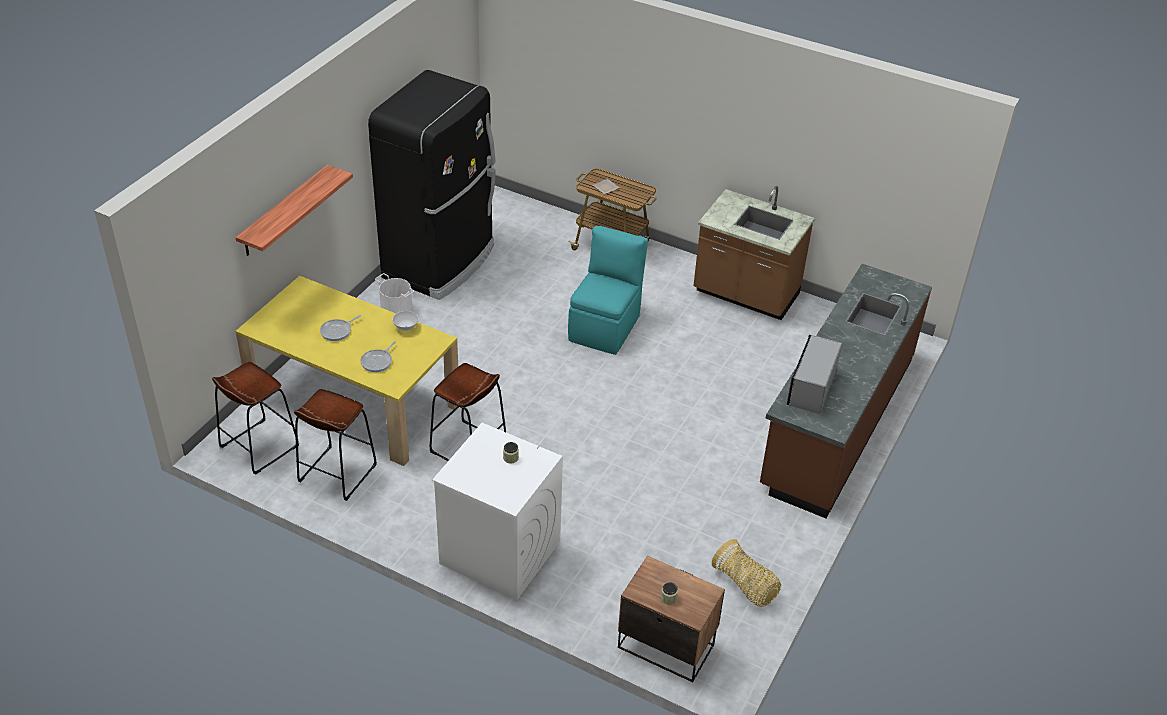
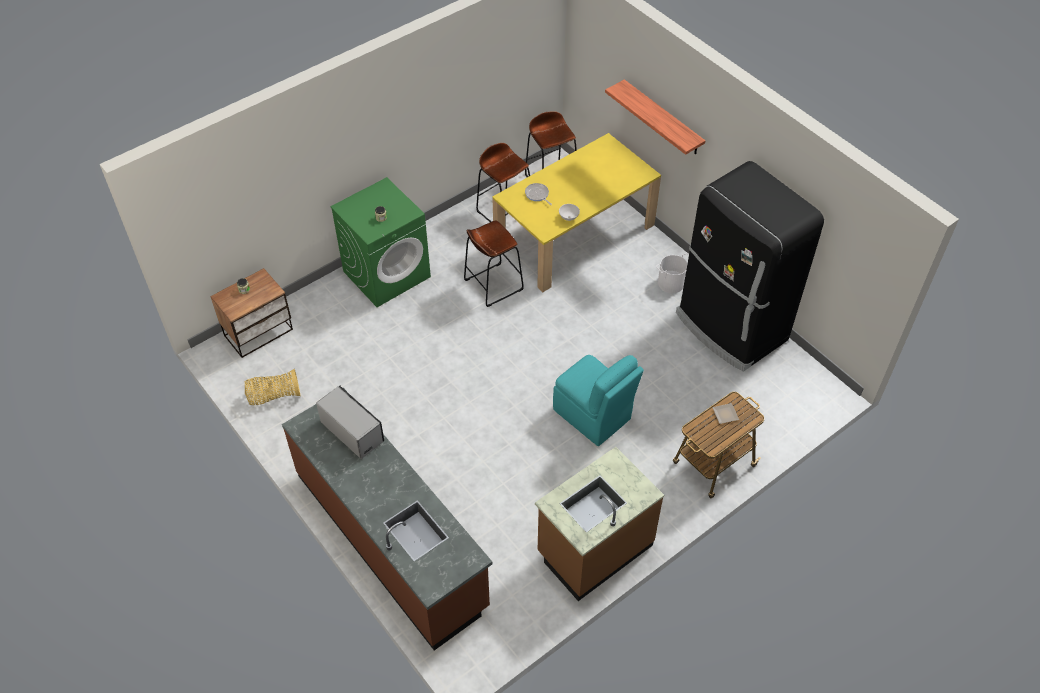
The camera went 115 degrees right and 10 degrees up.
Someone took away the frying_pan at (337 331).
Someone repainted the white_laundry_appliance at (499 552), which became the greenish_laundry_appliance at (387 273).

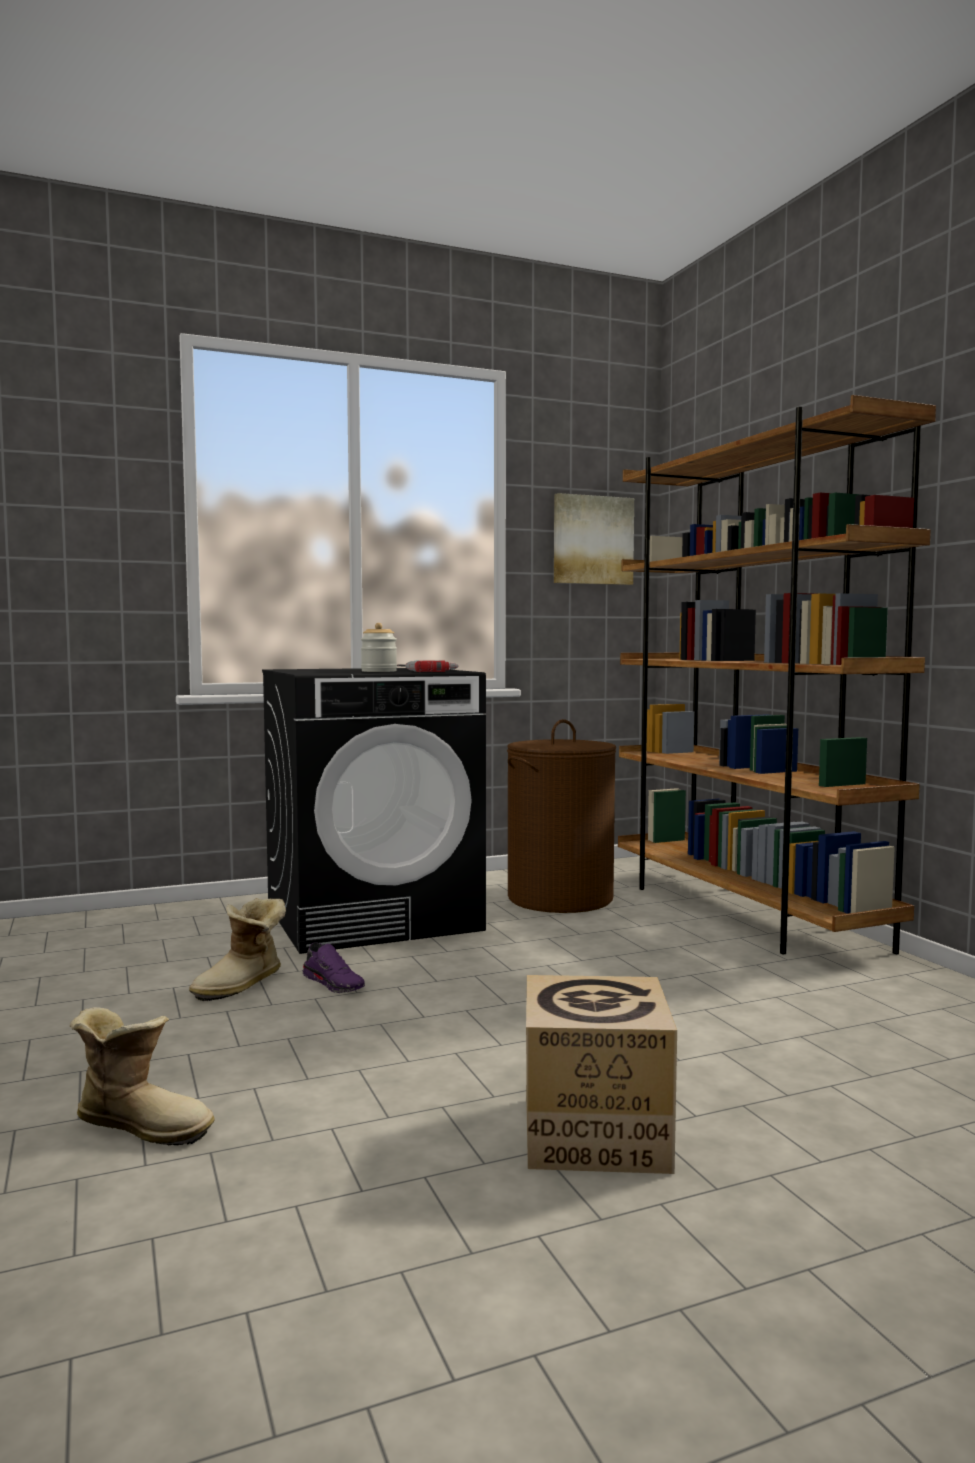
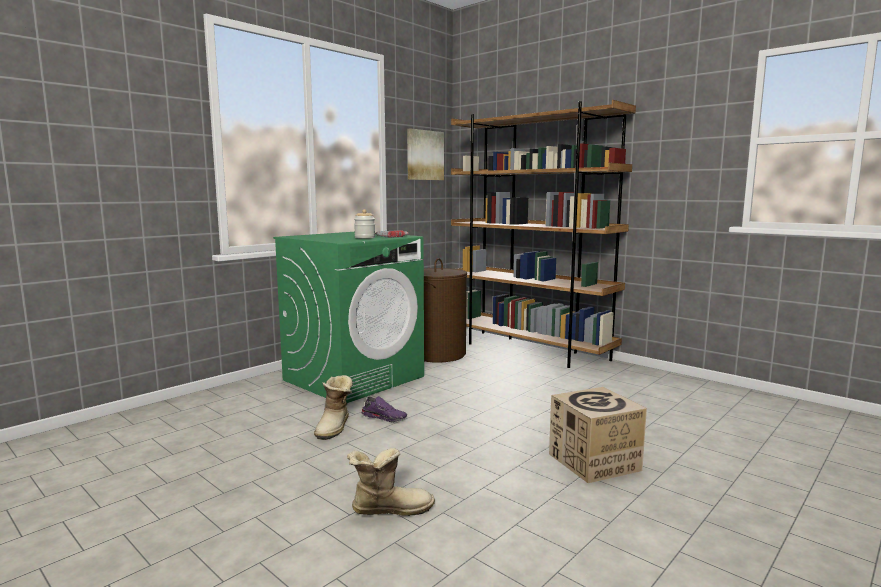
The camera went 25 degrees left and 5 degrees up.
Someone repainted the blackish_laundry_appliance at (373 917), which became the greenish_laundry_appliance at (354 378).

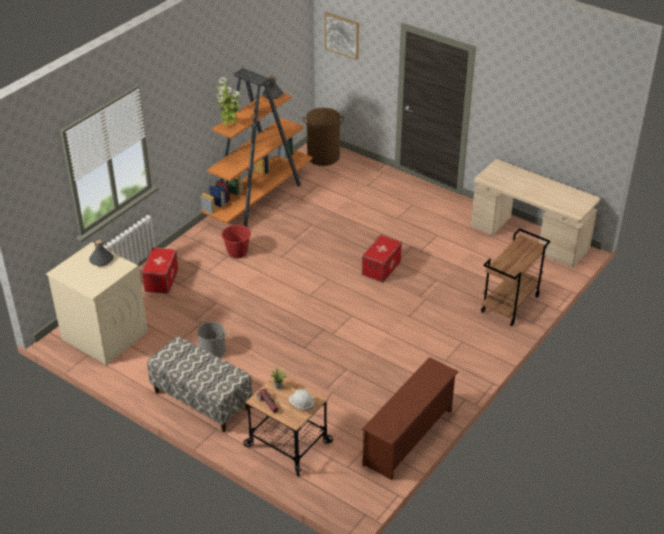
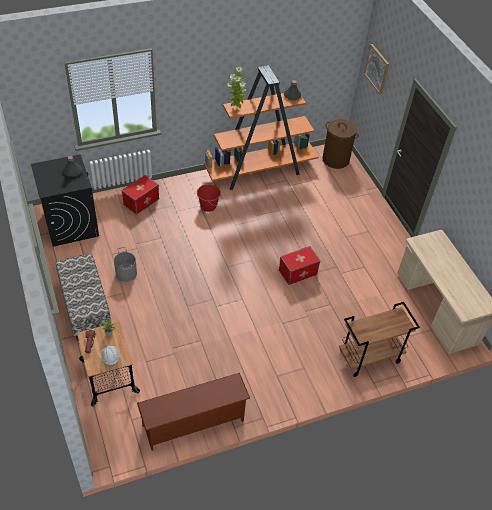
The camera went 30 degrees right and 10 degrees up.
Someone repainted the sand-coloured_laundry_appliance at (104 335), which became the blackish_laundry_appliance at (71 224).

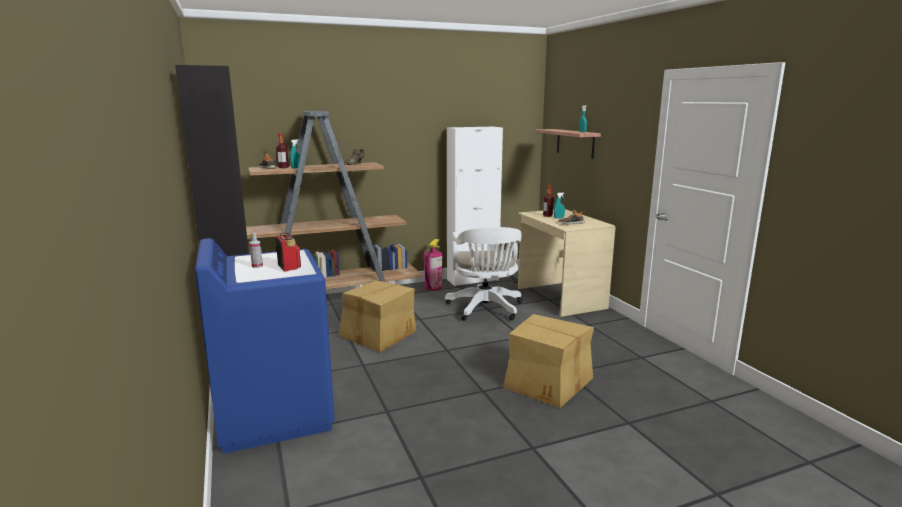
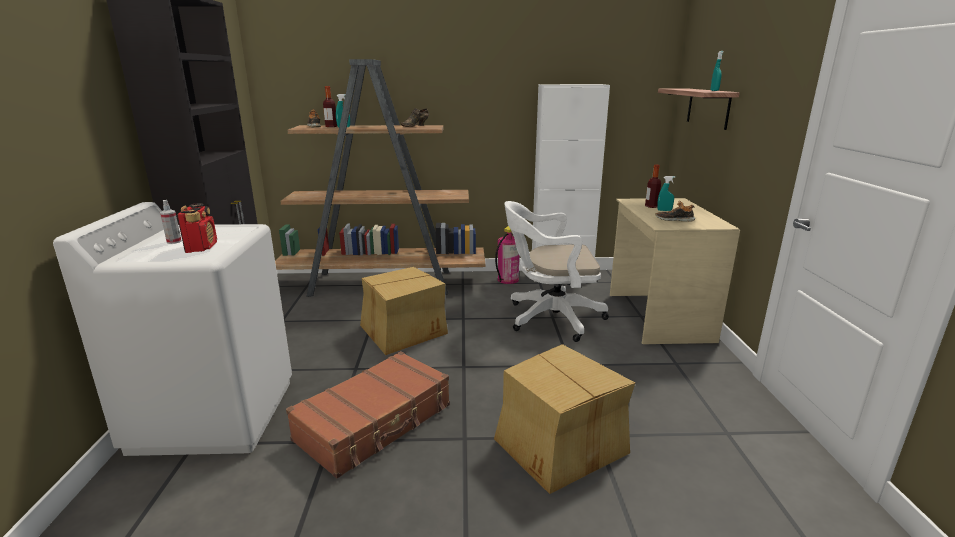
The camera went 20 degrees right and 5 degrees up.
Someone repainted the bluish_laundry_appliance at (274 413), which became the white_laundry_appliance at (215 414).
Someone rotated the white_computer_chair at (485 309) by 75 degrees clockwise.
Someone put down the brown-coloured_piece_of_luggage at (375 423).

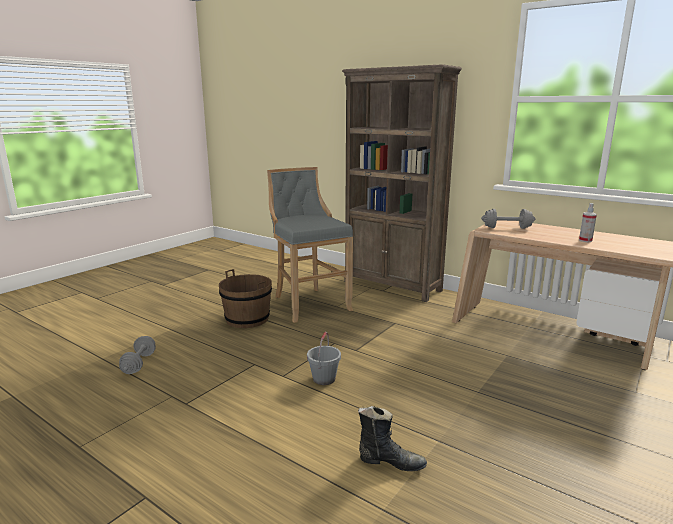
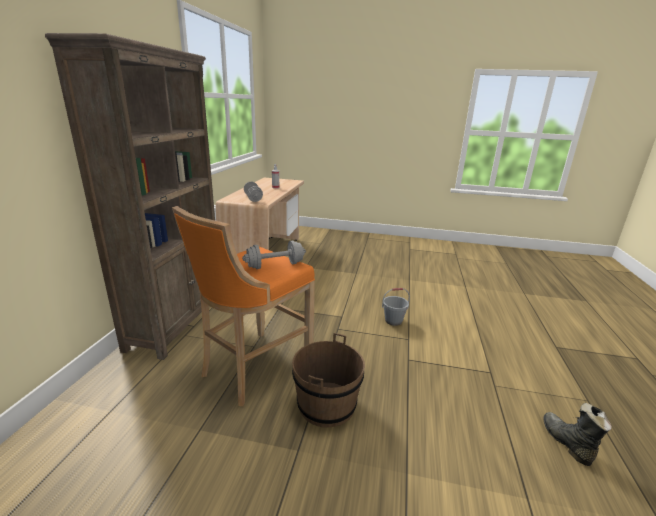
The camera went 115 degrees left and 5 degrees up.
Someone carried the greyish_dumbbell from (139 363) to (275 265).
Someone repainted the greyish_stool at (308 303), which became the orange_stool at (252 369).
Someone carried the blackish_tall_boot from (390 462) to (566 442).

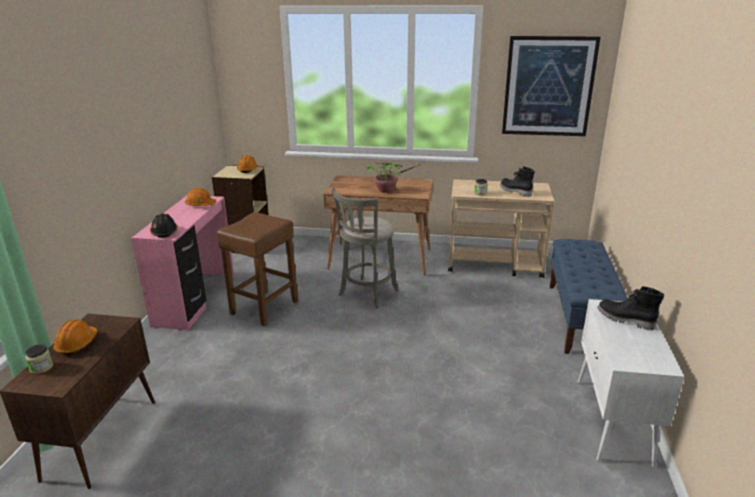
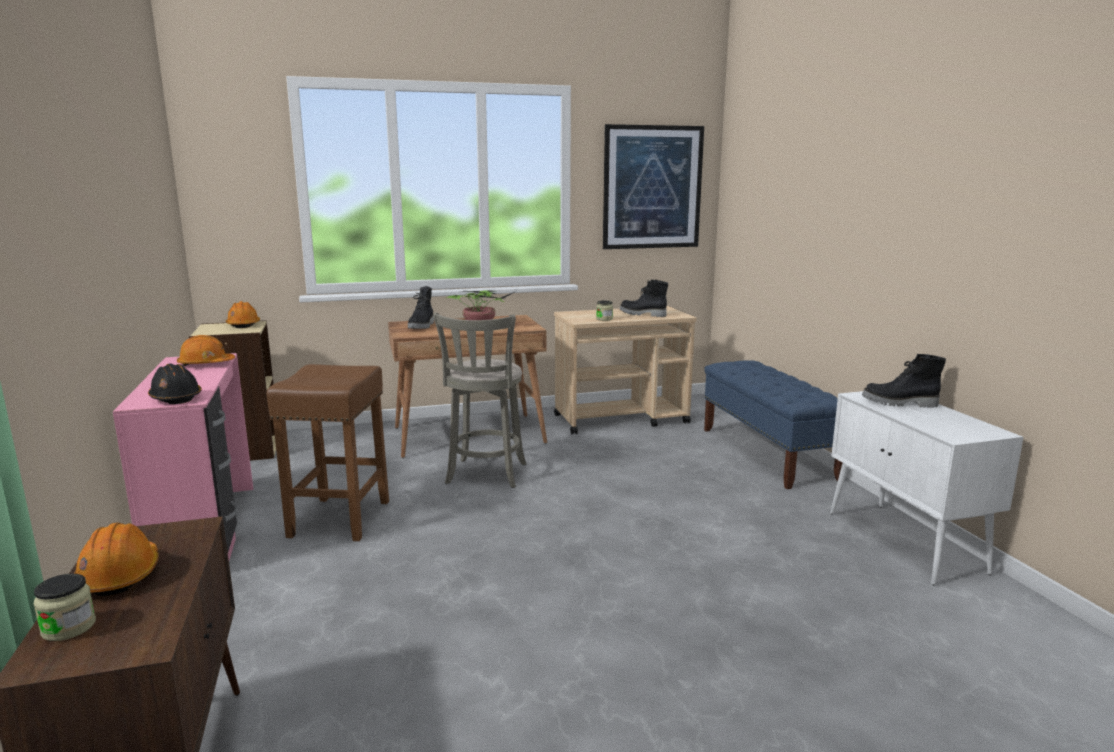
The camera went 25 degrees left and 10 degrees down.
Someone put down the blackish_tall_boot at (422 326).

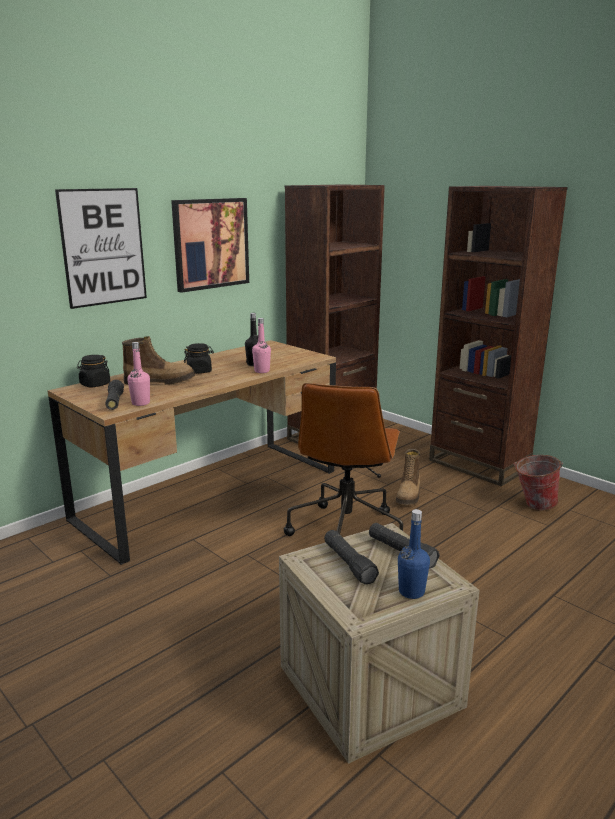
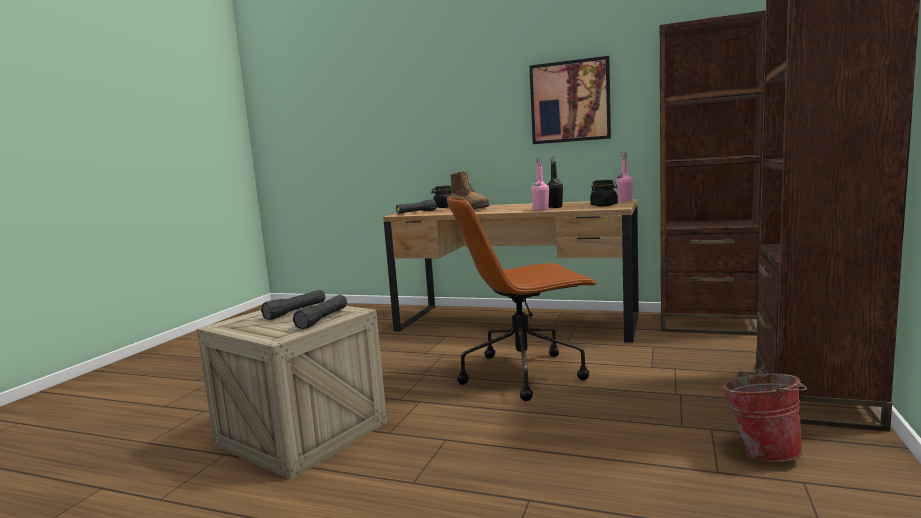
The camera went 65 degrees right and 10 degrees down.
Someone took away the wall_art at (103 247).
Someone carried the pink-coloured_beverage_bottle from (141 403) to (624 201).
Someone carried the blackish_preserve_jar from (199 371) to (604 205).
Someone took away the tall_boot at (409 495).
Someone took away the bluish_beverage_bottle at (411 591).

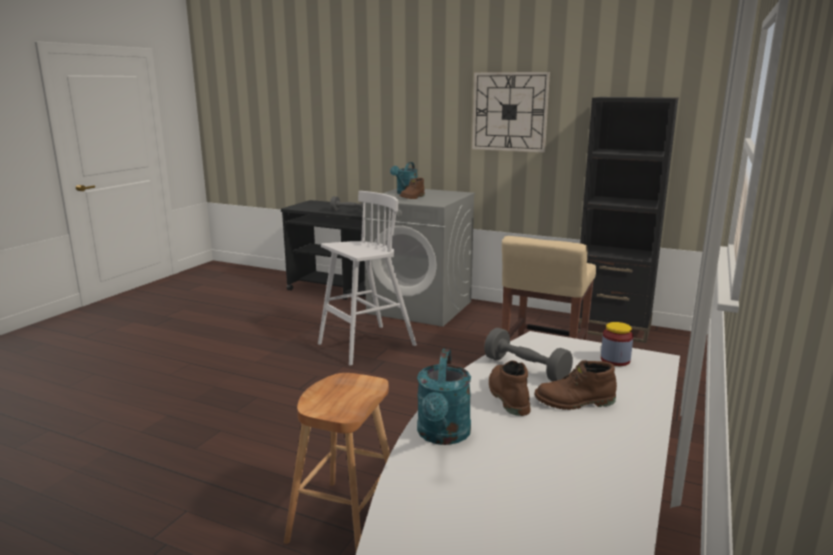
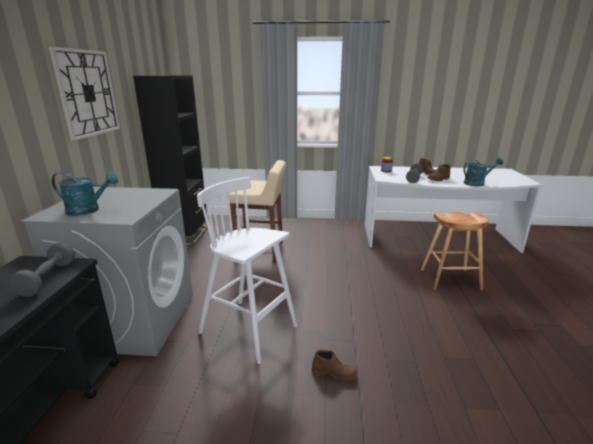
The camera went 110 degrees left and 5 degrees up.
Someone carried the brown-coloured_tall_boot from (412 197) to (334 373).

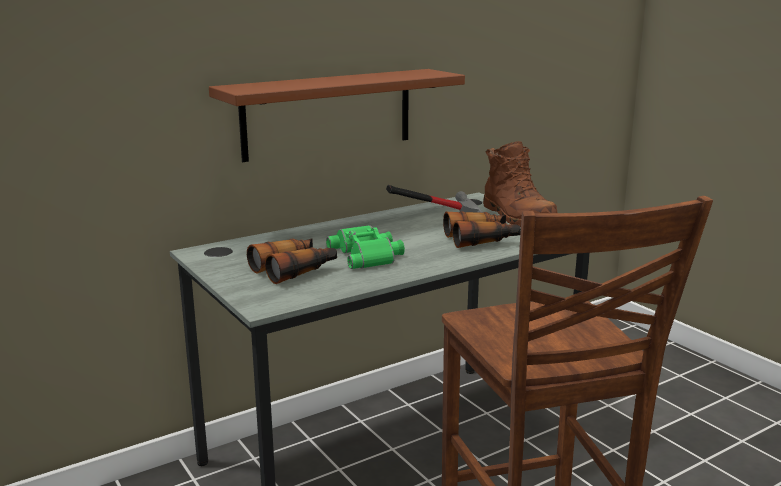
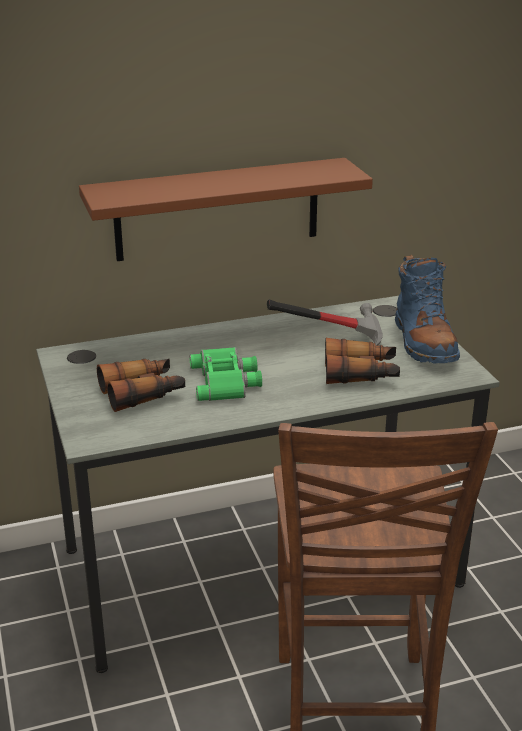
The camera went 15 degrees right and 10 degrees up.
Someone repainted the brown-coloured_tall_boot at (517 217), which became the bluish_tall_boot at (423 342).

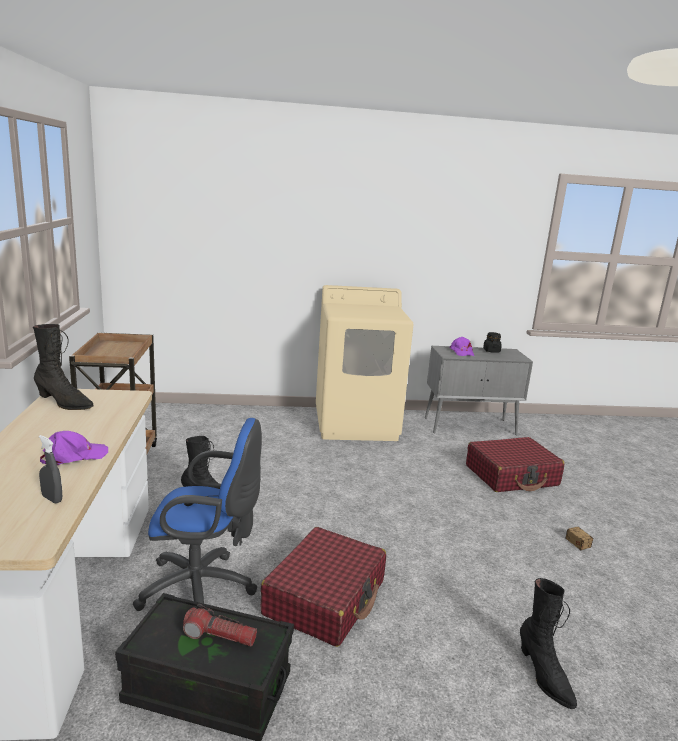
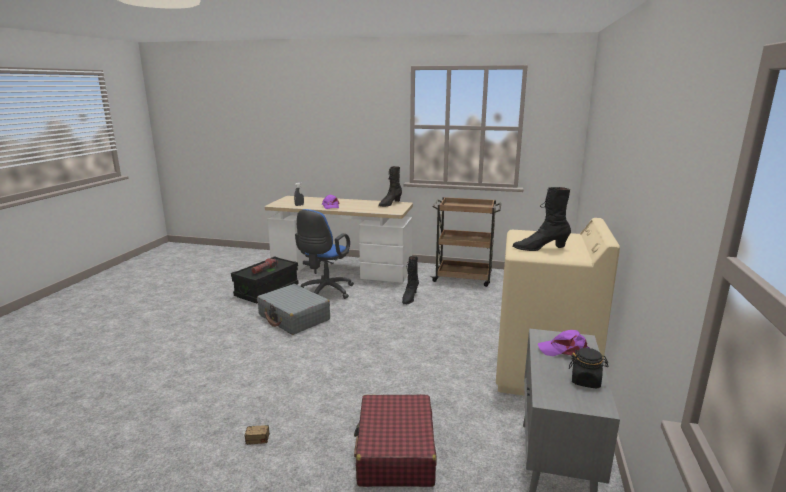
The camera went 110 degrees right and 0 degrees up.
Someone repainted the reddish_piece_of_luggage at (325 598), which became the greyish_piece_of_luggage at (294 318).
Someone carried the blackish_tall_boot from (544 676) to (540 248).

